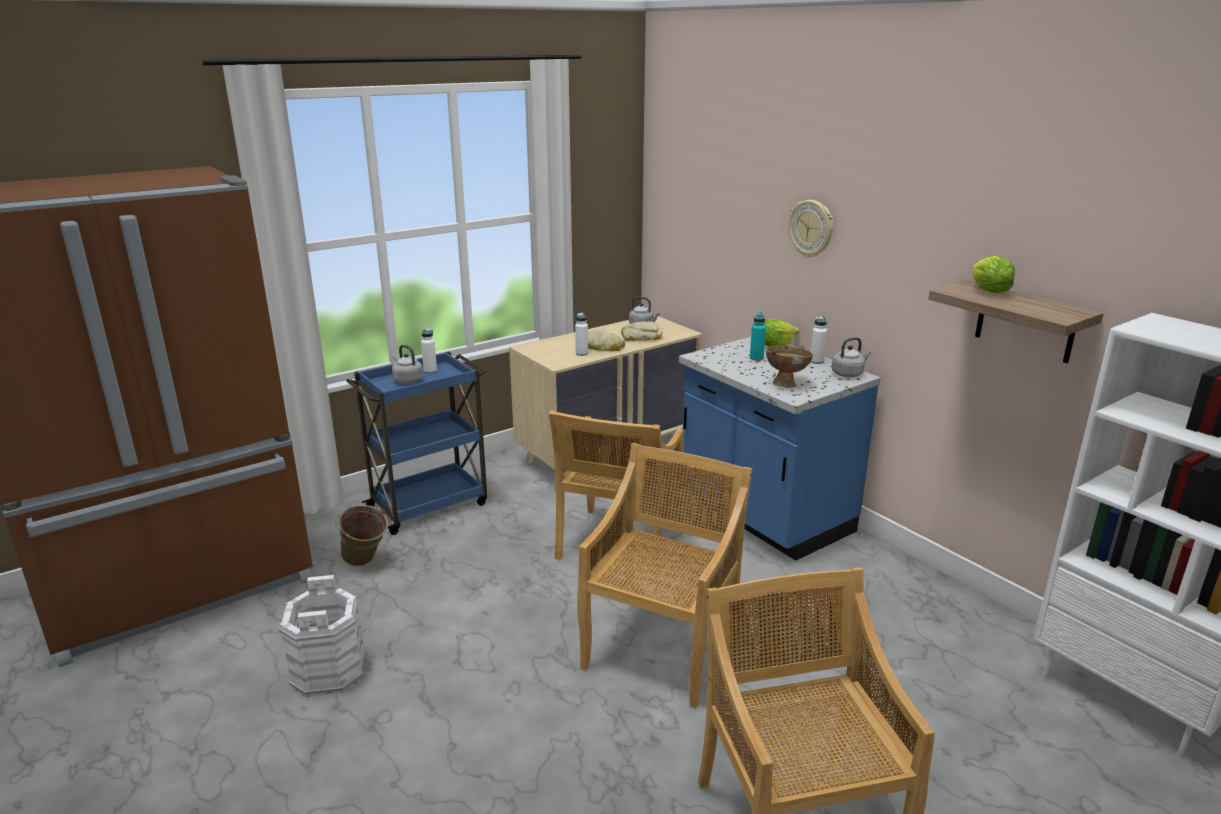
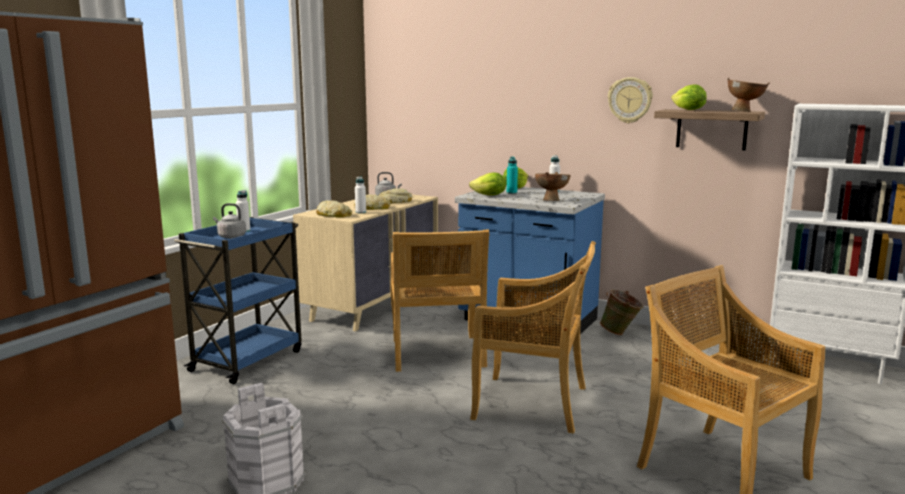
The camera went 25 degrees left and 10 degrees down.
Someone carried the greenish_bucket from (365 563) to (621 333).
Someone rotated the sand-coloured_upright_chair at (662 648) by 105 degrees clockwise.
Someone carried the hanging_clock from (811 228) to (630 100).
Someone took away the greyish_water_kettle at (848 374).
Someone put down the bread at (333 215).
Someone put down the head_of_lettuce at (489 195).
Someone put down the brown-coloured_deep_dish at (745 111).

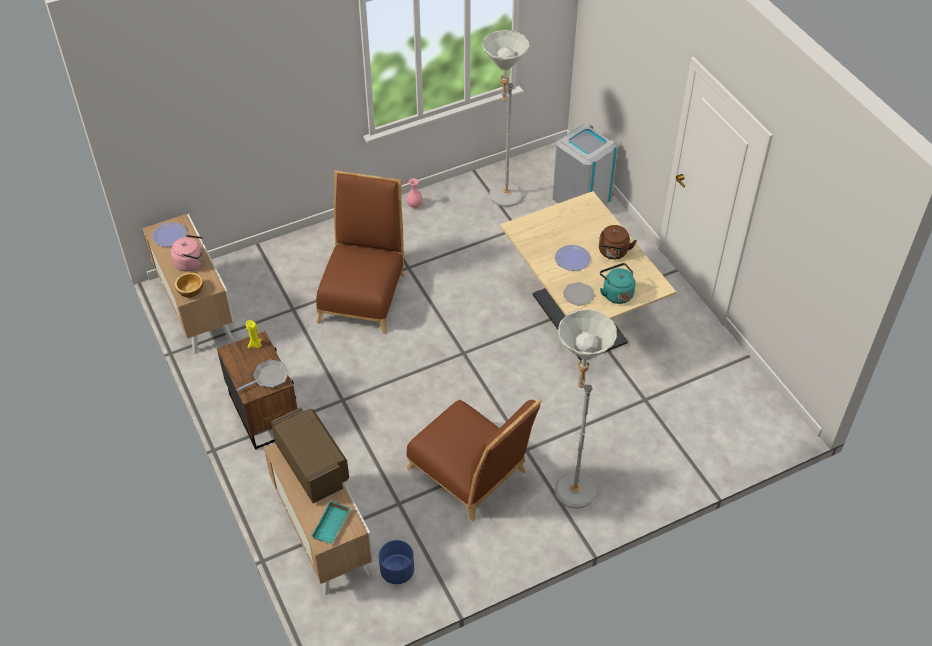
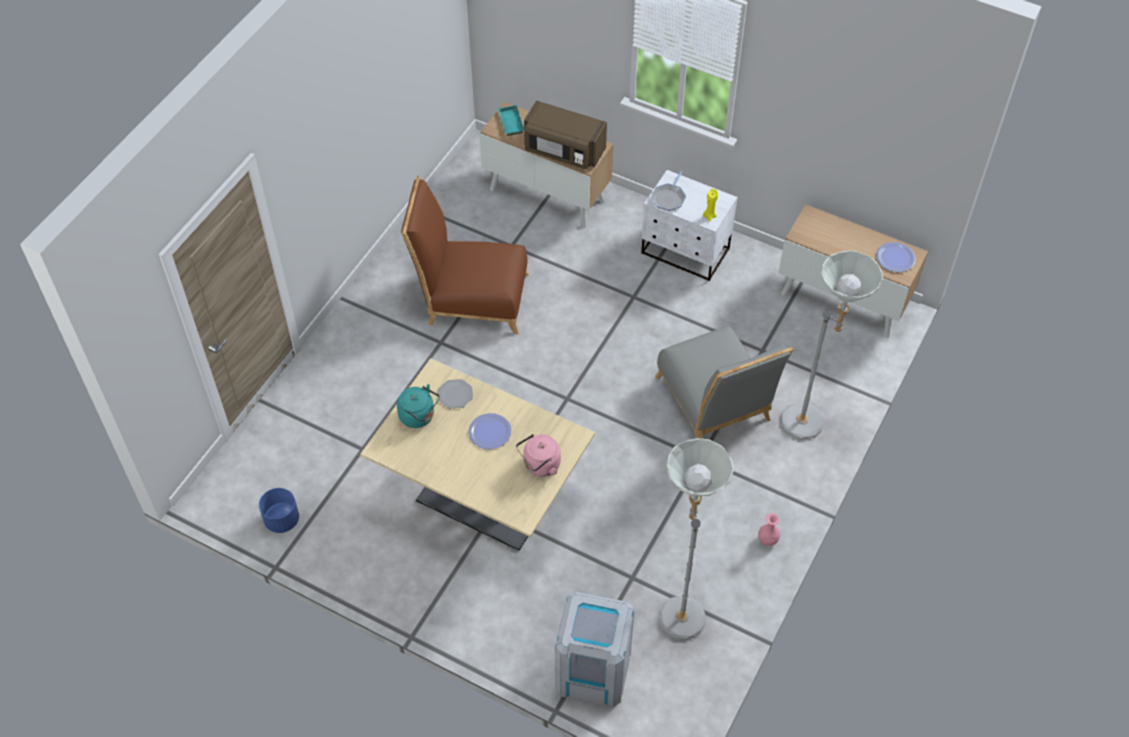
The camera went 145 degrees right and 5 degrees up.
Someone carried the pink-coloured_water_kettle from (191 263) to (540 465).
Someone took away the deep_dish at (190 291).
Someone repainted the brown-coloured_night_table at (265 413), which became the white_night_table at (685 252).
Someone repainted the brown-coloured_upright_chair at (363 293), which became the greyish_upright_chair at (715 404).
Someone carried the bluish_plant_pot from (397 571) to (282 520).
Someone carried the greyish_standing_lamp from (571 484) to (810 426).
Someone took away the brown-coloured_water_kettle at (613 253).

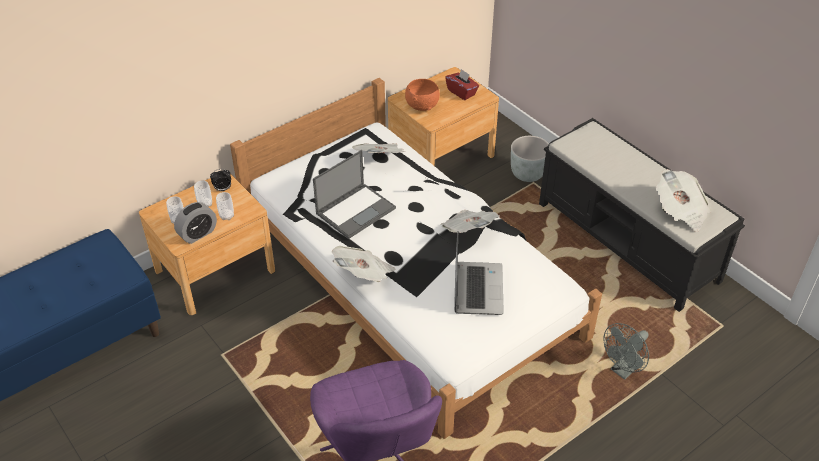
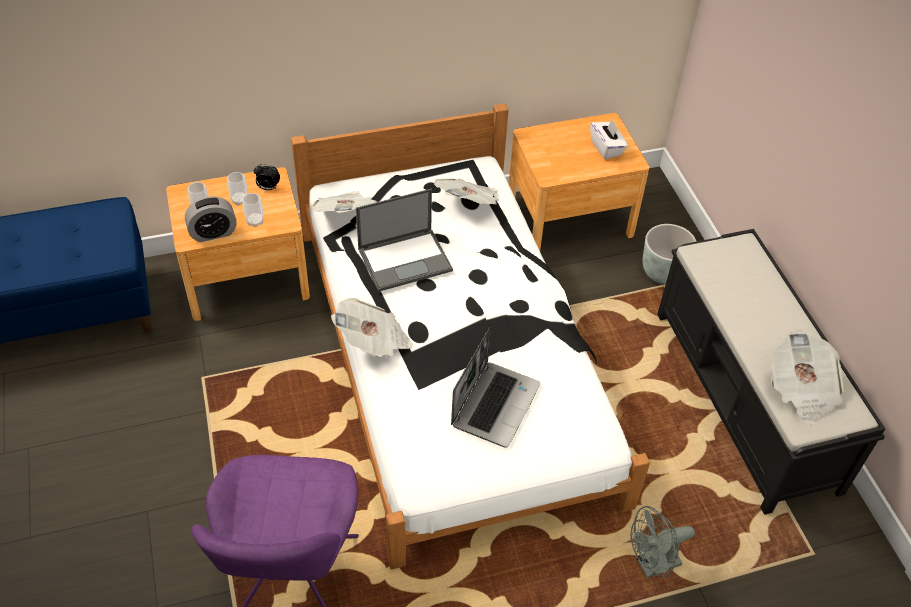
The camera went 20 degrees right and 5 degrees up.
Someone took away the orange_deep_dish at (422 106).
Someone carried the newspaper from (468 231) to (345 215).
Someone repainted the reddish_box_of_tissues at (461 92), which became the white_box_of_tissues at (606 148).

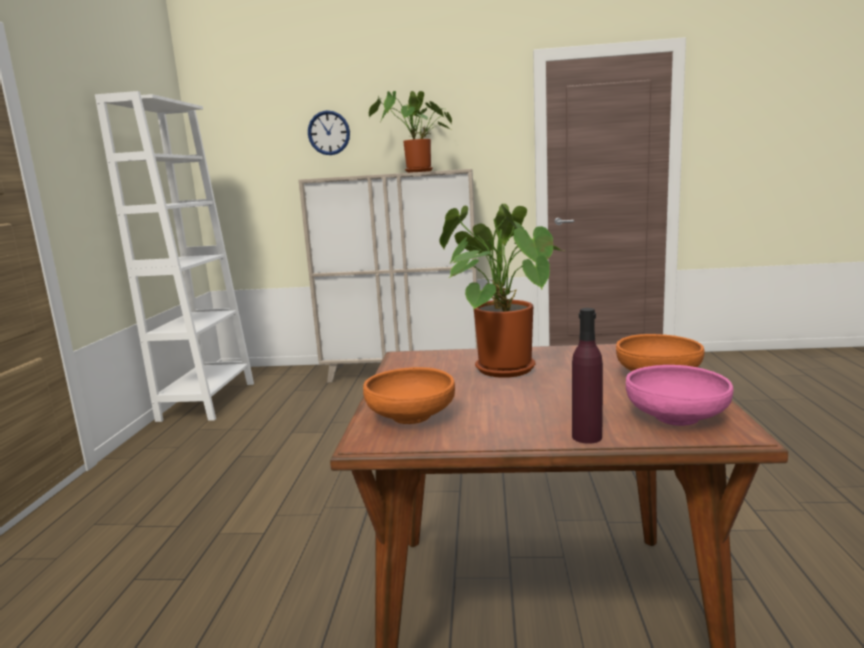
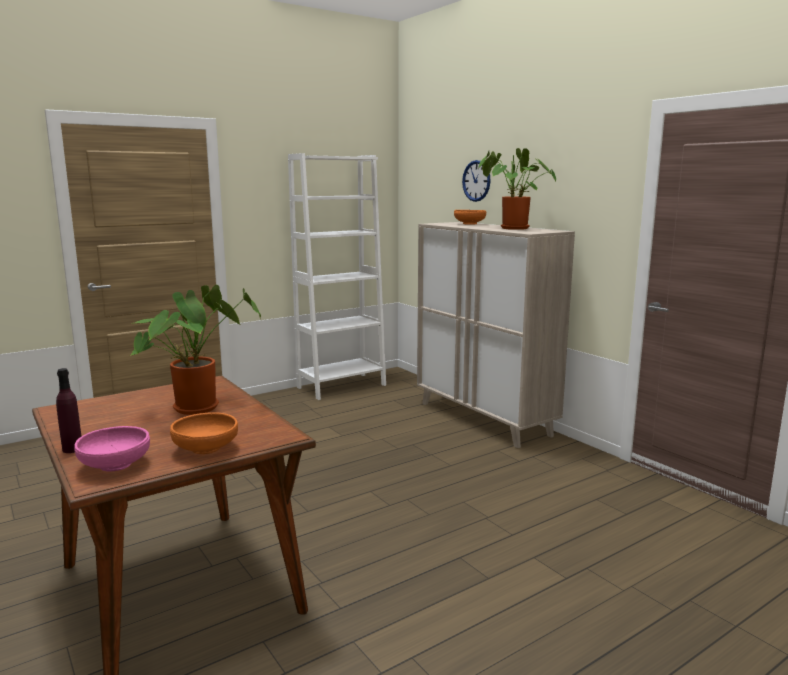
The camera went 50 degrees right and 0 degrees up.
Someone carried the orange_deep_dish from (410 416) to (469 224).

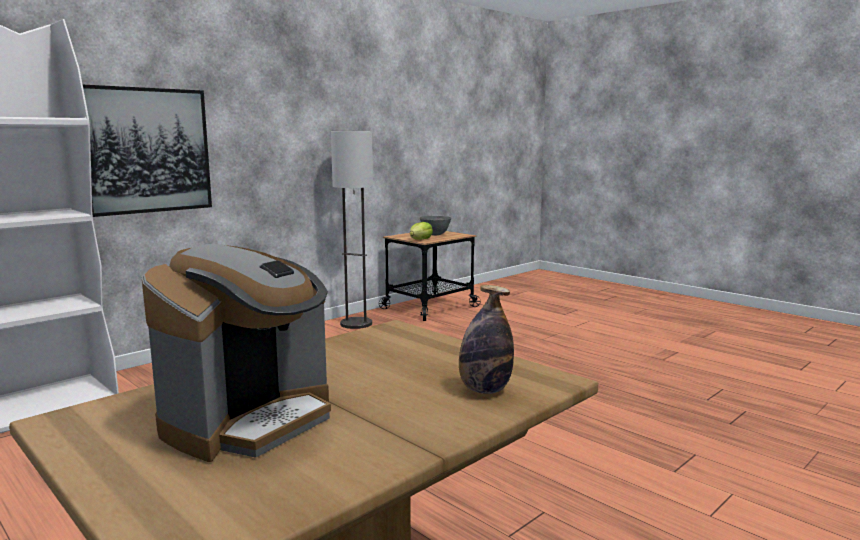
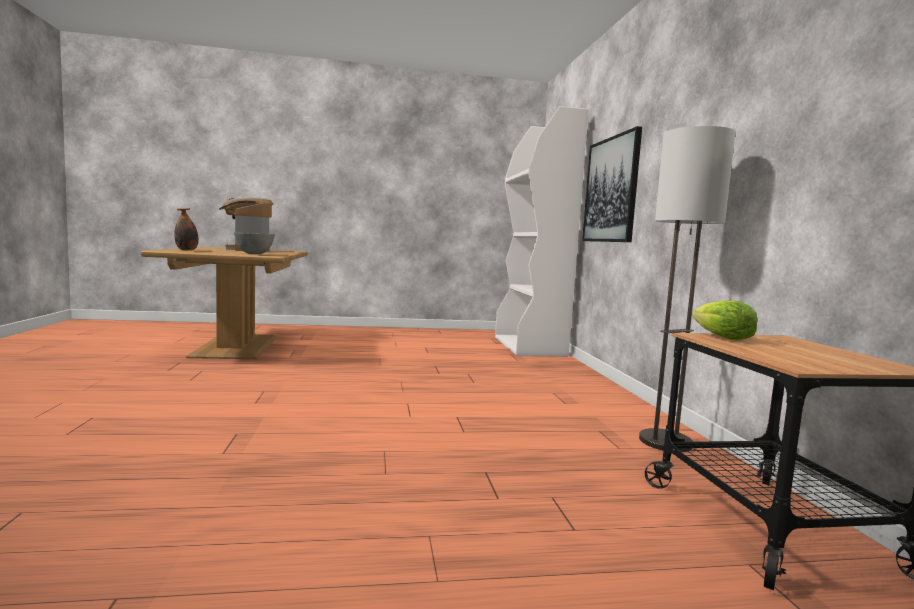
The camera went 125 degrees right and 5 degrees down.
Someone carried the greyish_deep_dish from (435 234) to (254 254).

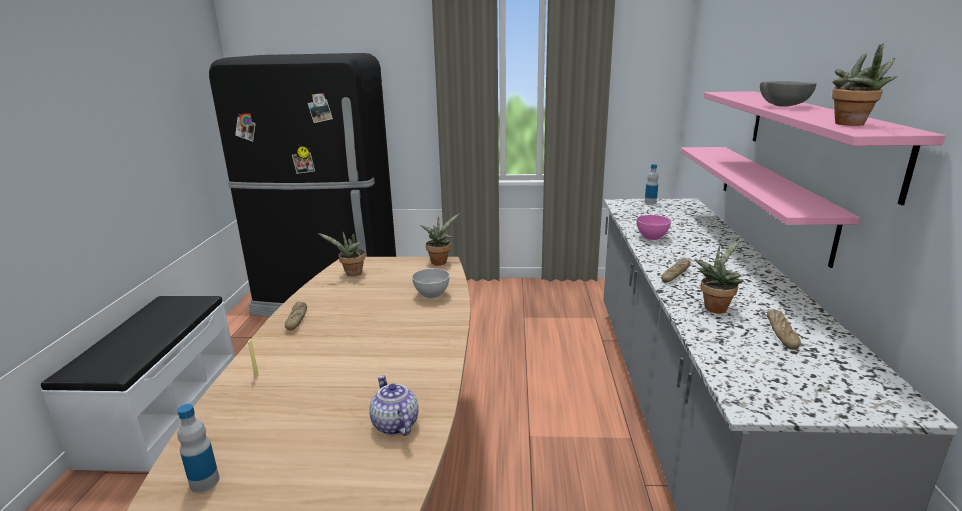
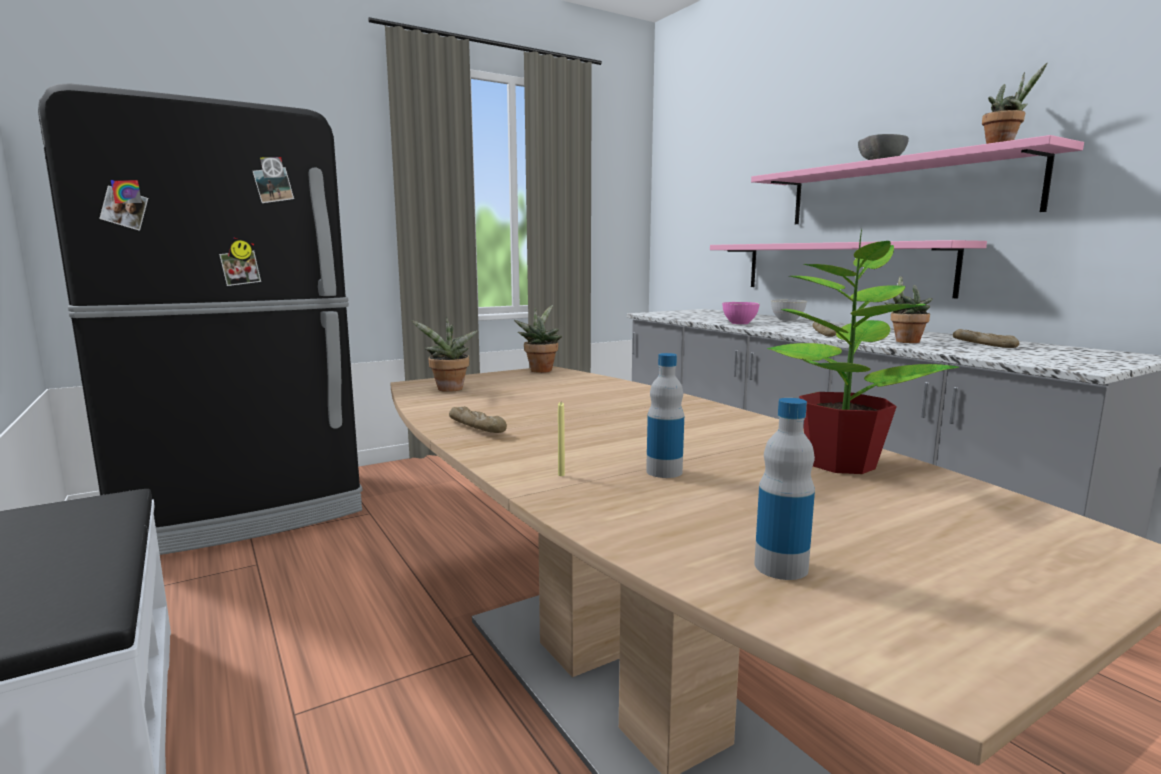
The camera went 35 degrees left and 10 degrees down.
Someone swapped the teapot at (394 424) for the potted_plant at (841 463).
Someone carried the greyish_deep_dish from (432 294) to (787 320).
Someone carried the beverage_bottle from (650 202) to (664 471).

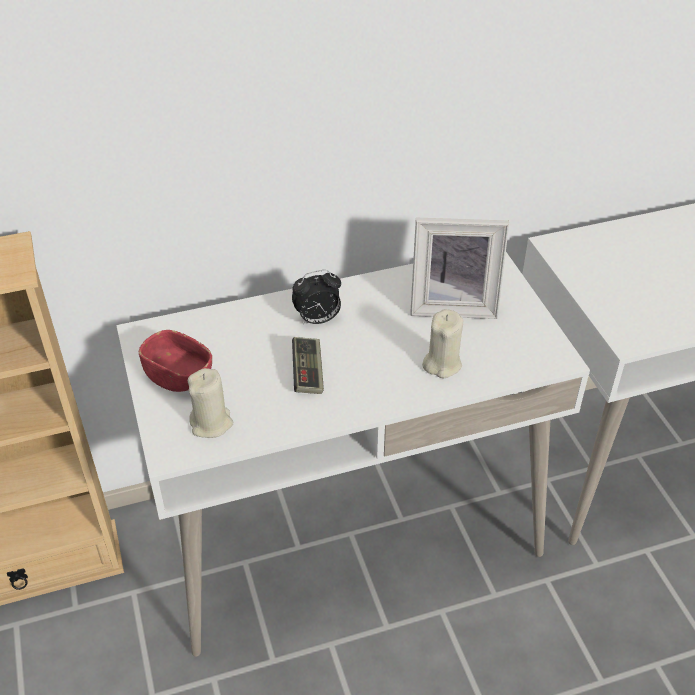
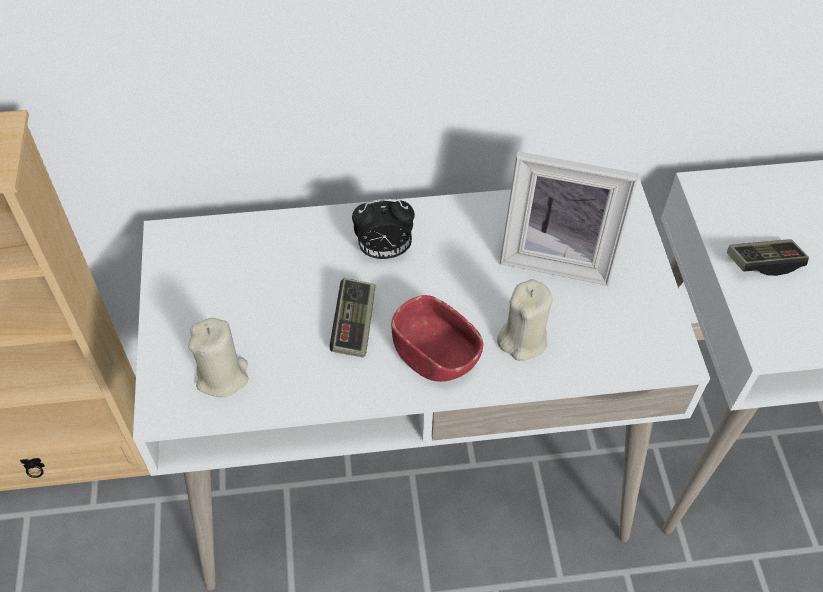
The camera went 10 degrees right and 10 degrees up.
Someone carried the reddish_deep_dish from (179 376) to (435 355).
Someone put down the gamepad at (763 263).

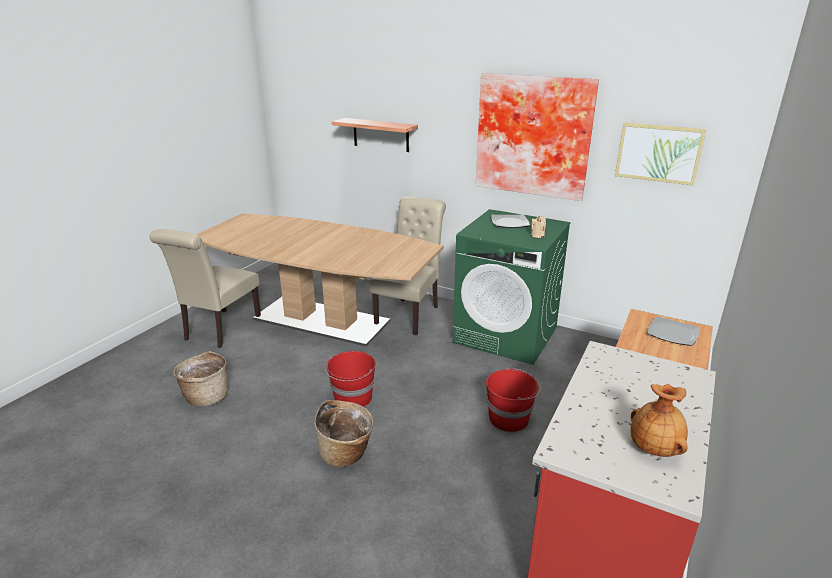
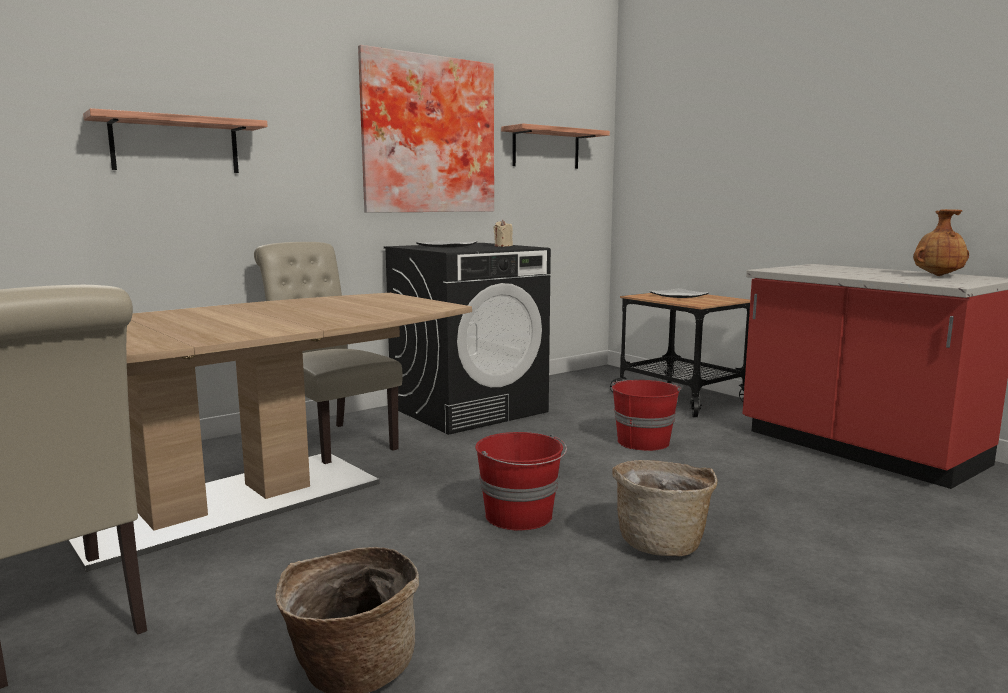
The camera went 65 degrees left and 15 degrees down.
Someone repainted the greenish_laundry_appliance at (506 335), which became the blackish_laundry_appliance at (469 409).
Someone swapped the wall_art at (658 153) for the bracket_shelf at (546 148).

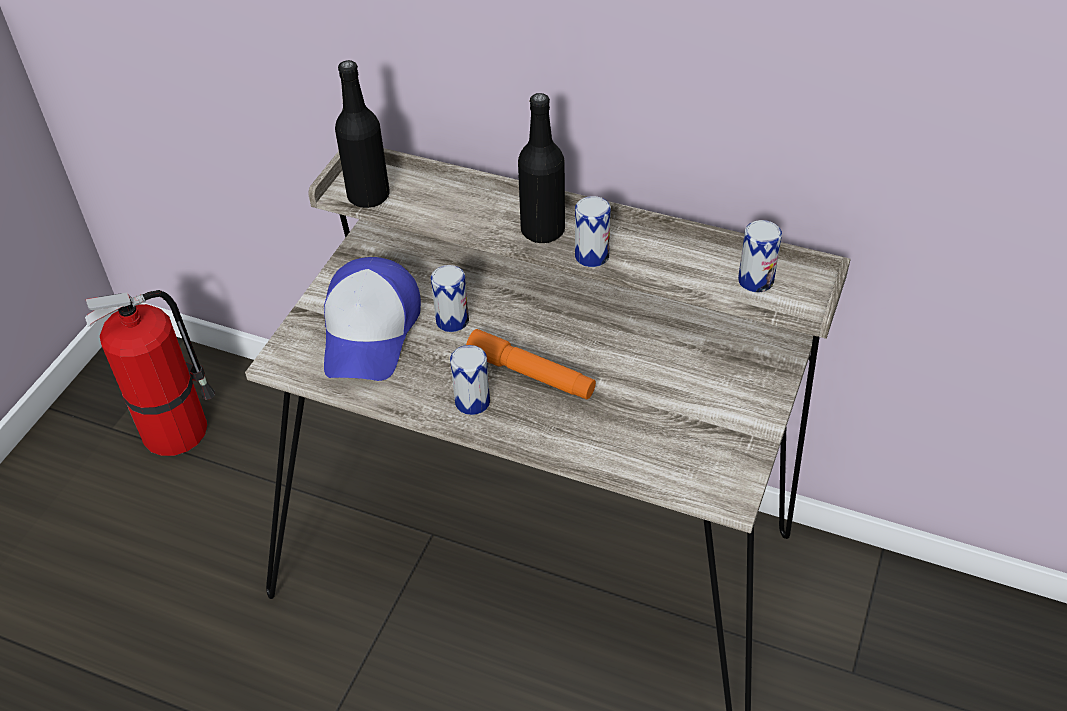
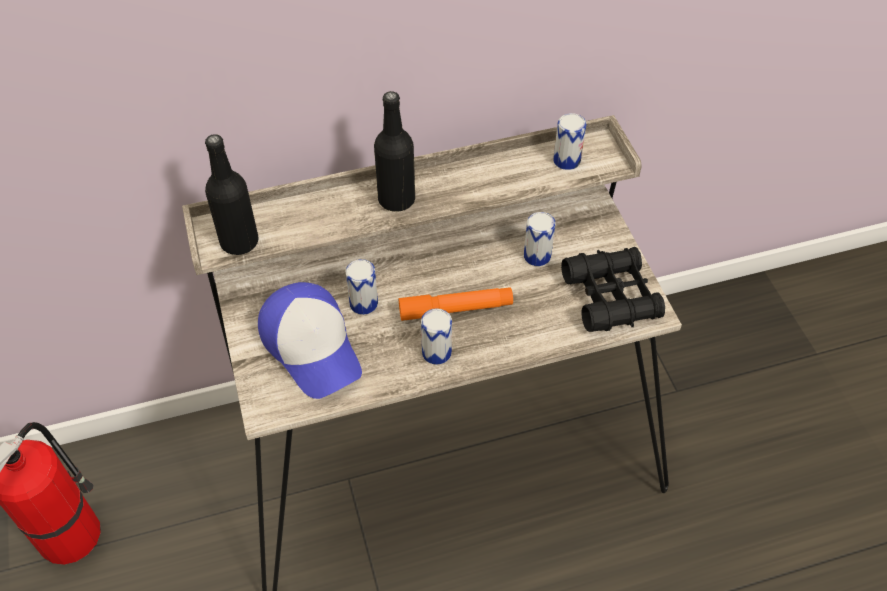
The camera went 40 degrees left and 5 degrees up.
Someone carried the sealed_can from (592 256) to (537 256).
Someone put down the blackish_field_glasses at (611 297).

